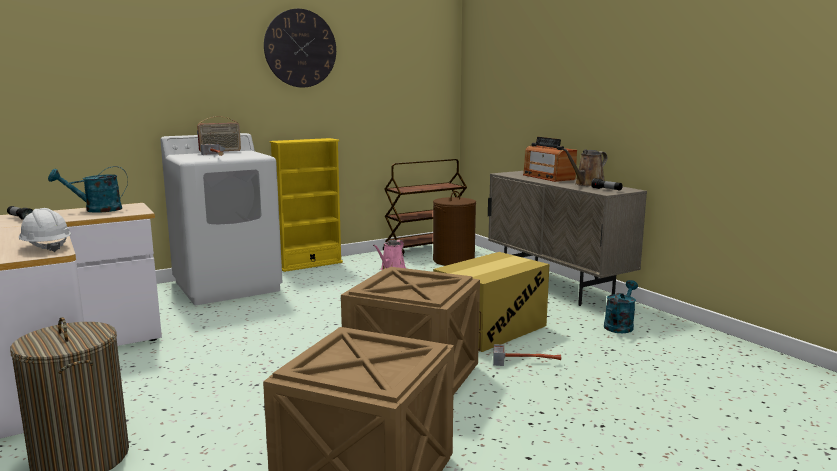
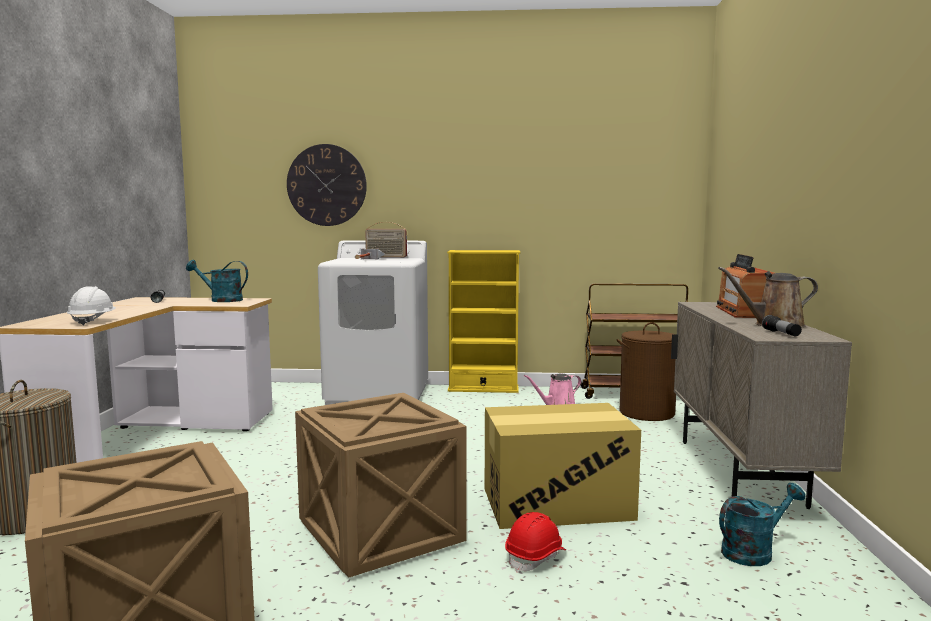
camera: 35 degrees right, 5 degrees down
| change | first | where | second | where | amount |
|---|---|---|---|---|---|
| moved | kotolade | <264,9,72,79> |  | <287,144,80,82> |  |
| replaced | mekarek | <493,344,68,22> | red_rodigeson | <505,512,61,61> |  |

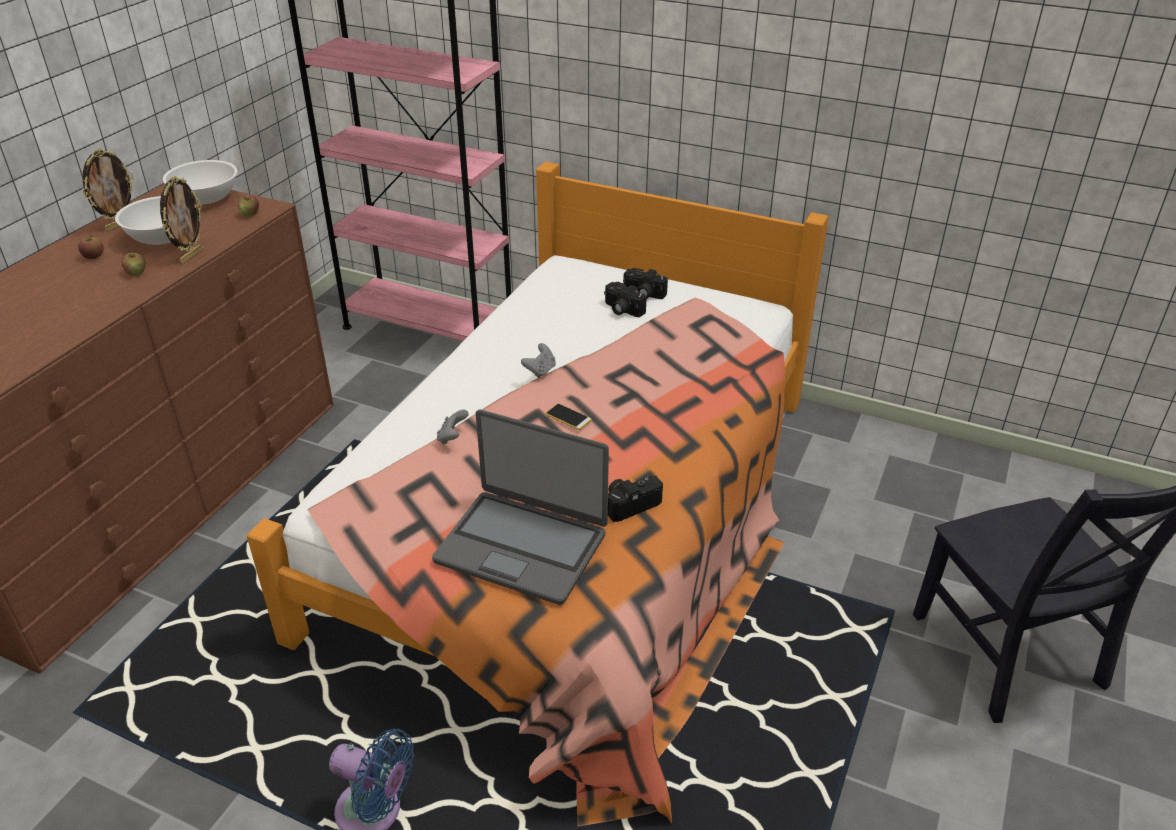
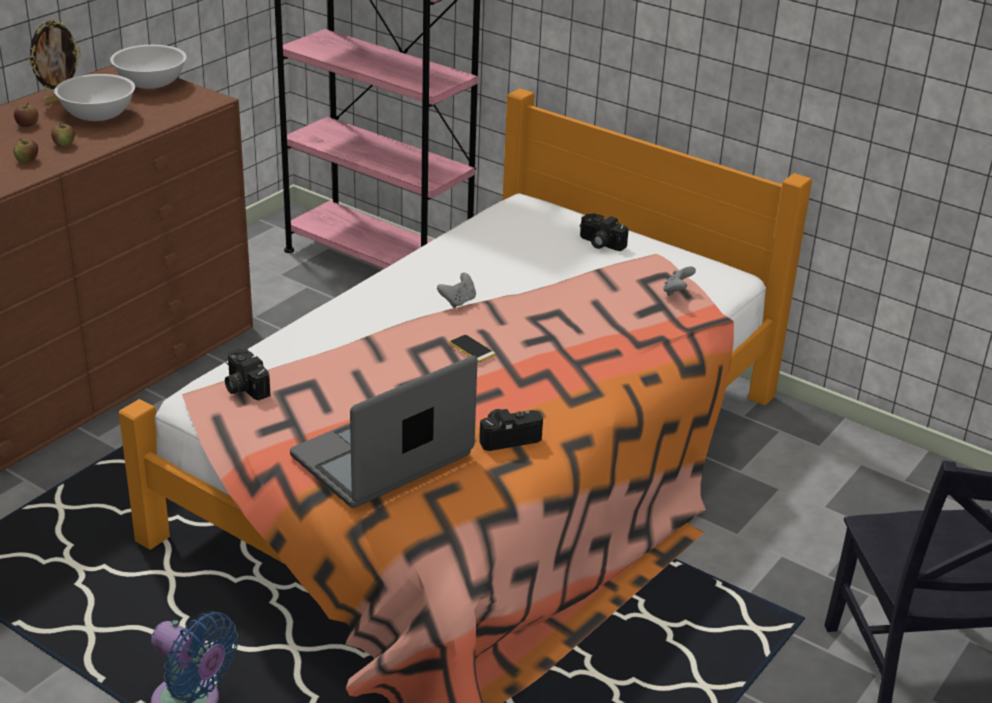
camera: 10 degrees right, 5 degrees down
| change | first | where | second | where | amount |
|---|---|---|---|---|---|
| moved | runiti | <238,195,21,22> |  | <13,139,25,24> |  |
| moved | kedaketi | <604,282,43,35> |  | <225,349,46,52> |  |
| turned | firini | <432,409,177,196> |  | <290,356,188,152> | 105 degrees clockwise |
| moved | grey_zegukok | <437,409,32,36> |  | <663,266,33,30> |  |
| removed | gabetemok | <160,176,43,88> |  |  |  |

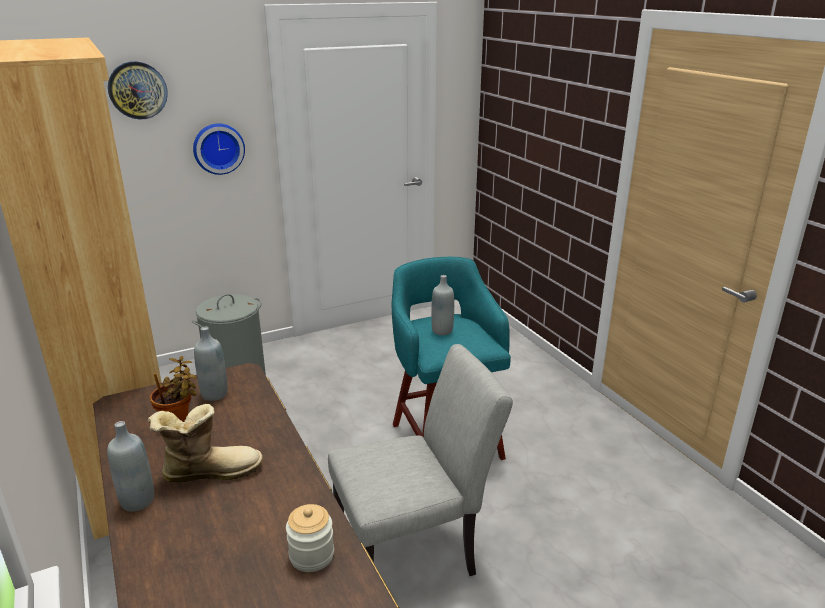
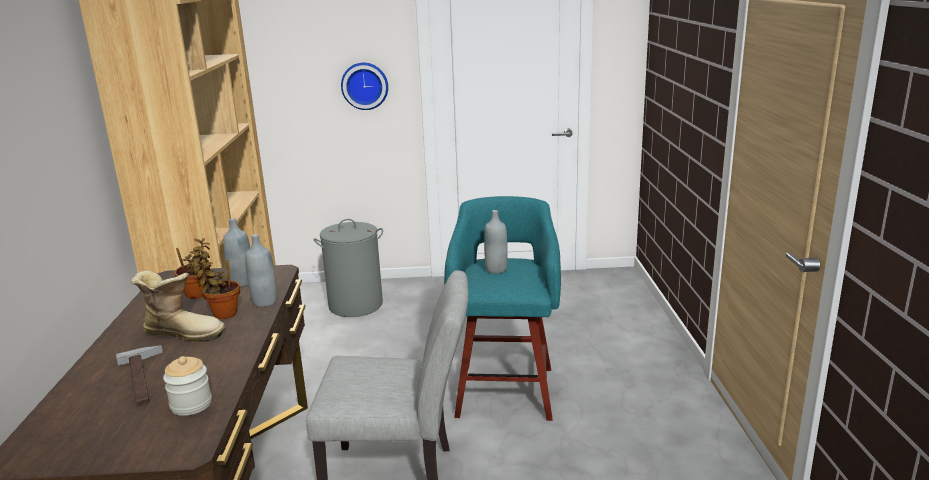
camera: 25 degrees right, 5 degrees down
| change | first | where | second | where | amount |
|---|---|---|---|---|---|
| added |  |  | mekarek | <116,345,47,60> |  |
| added |  |  | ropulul | <192,259,48,60> |  |
| moved | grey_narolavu | <107,421,47,91> |  | <245,234,32,73> |  |
| removed | kotolade | <108,61,60,59> |  |  |  |

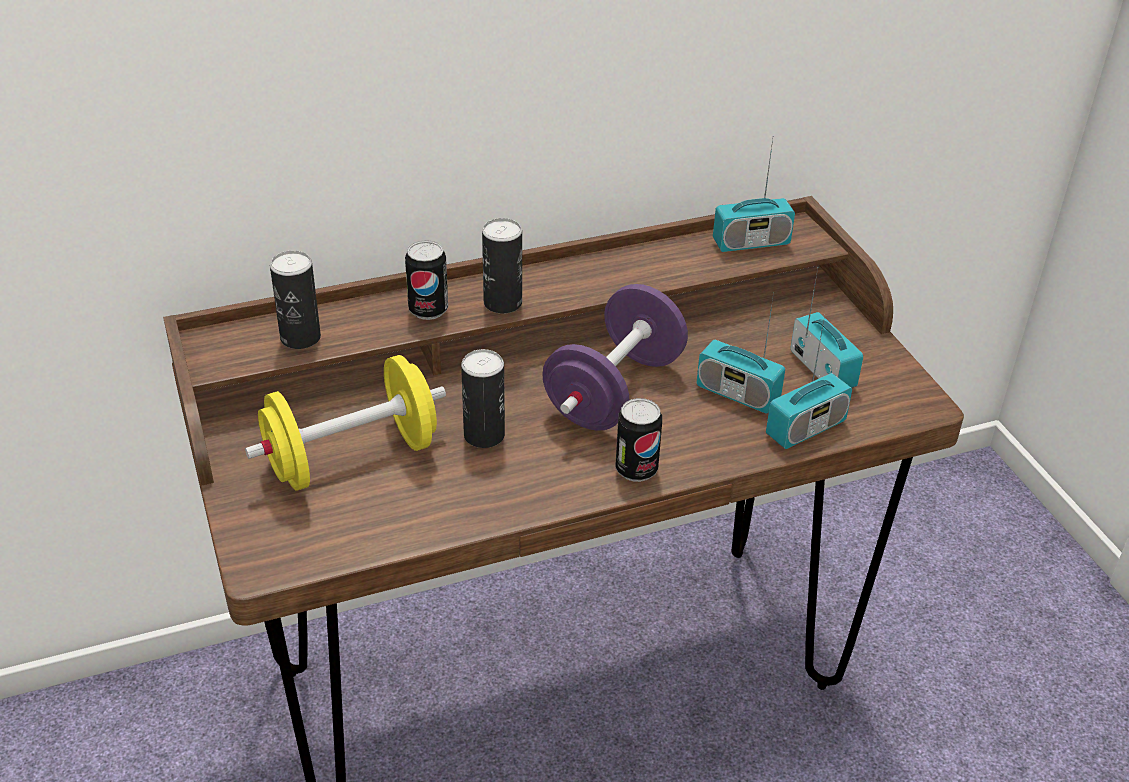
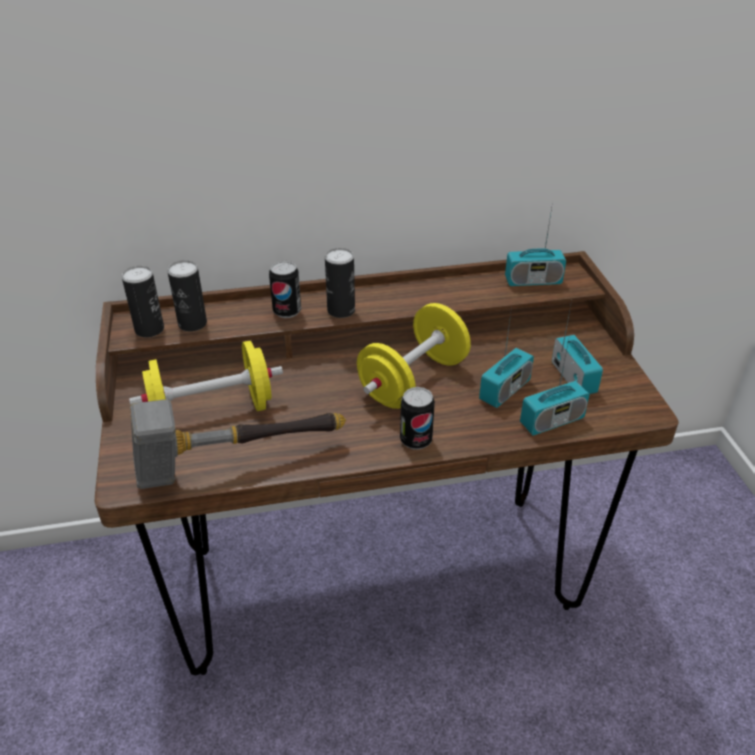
camera: 10 degrees right, 0 degrees up
| change | first | where | second | where | amount |
|---|---|---|---|---|---|
| moved | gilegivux | <461,349,44,99> |  | <122,266,42,71> |  |
| added |  |  | mekarek | <130,399,216,90> |  |
| recoloured | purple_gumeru | <542,284,146,147> | yellow_gumeru | <357,303,114,106> |  |
| turned | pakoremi | <697,293,88,120> |  | <479,306,55,102> | 90 degrees counterclockwise |

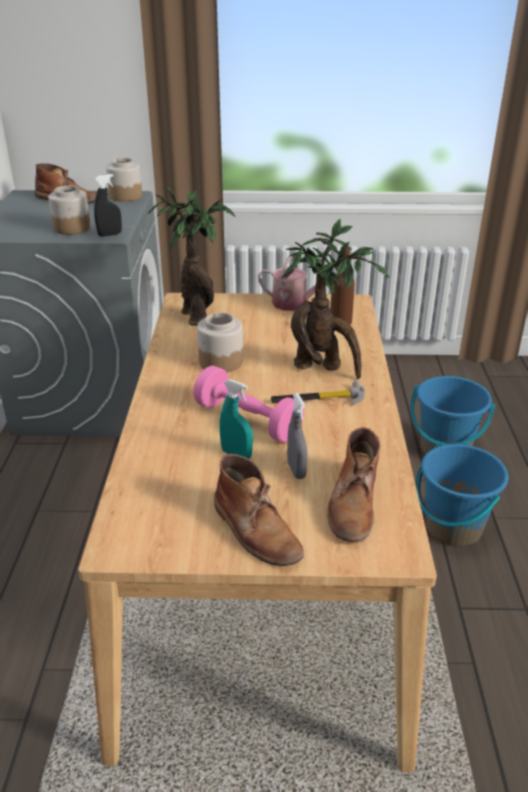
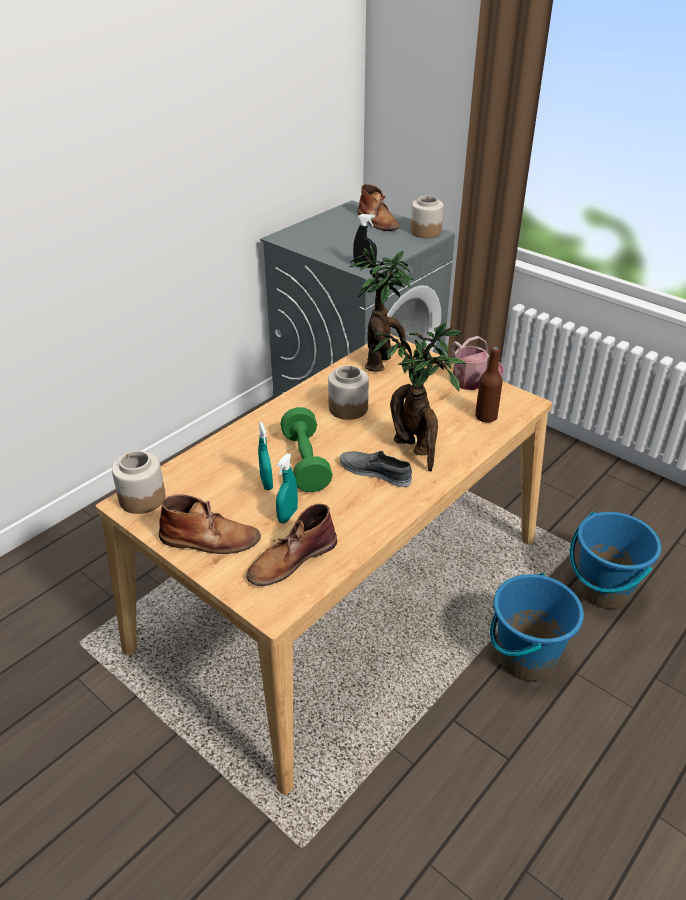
camera: 40 degrees right, 5 degrees up
| change | first | where | second | where | amount |
|---|---|---|---|---|---|
| moved | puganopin | <48,186,43,49> |  | <112,451,53,63> |  |
| turned | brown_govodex | <214,454,90,112> |  | <159,494,102,60> | 90 degrees counterclockwise |
| recoloured | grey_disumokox | <287,393,20,86> | turquoise_disumokox | <276,453,22,70> |  |
| recoloured | pink_gumeru | <193,366,111,77> | green_gumeru | <280,407,53,85> |  |
| replaced | mekarek | <271,381,94,25> | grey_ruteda | <340,451,72,36> |  |

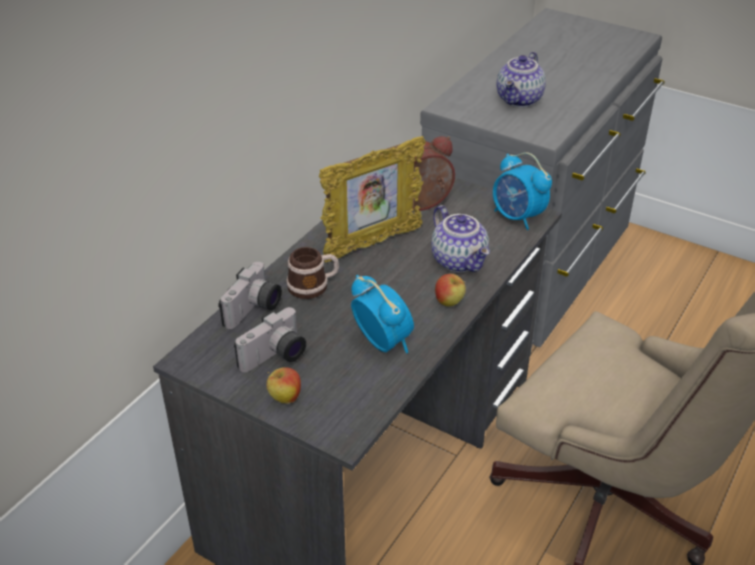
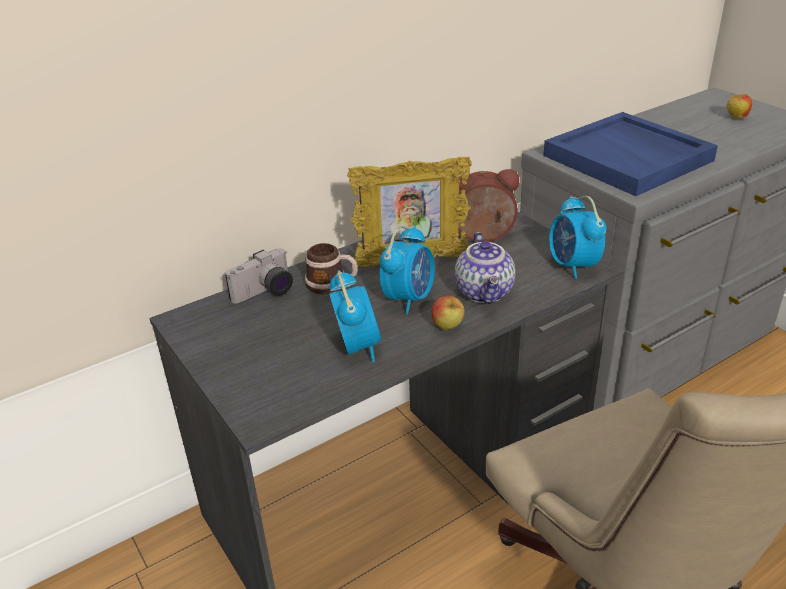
camera: 25 degrees right, 5 degrees down
| change | first | where | second | where | amount |
|---|---|---|---|---|---|
| added |  |  | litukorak | <380,225,55,89> |  |
| replaced | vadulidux | <497,52,49,55> | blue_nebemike | <543,112,175,84> |  |
| moved | runiti | <266,367,35,37> |  | <727,94,25,25> |  |
| removed | kedaketi | <234,307,72,65> |  |  |  |

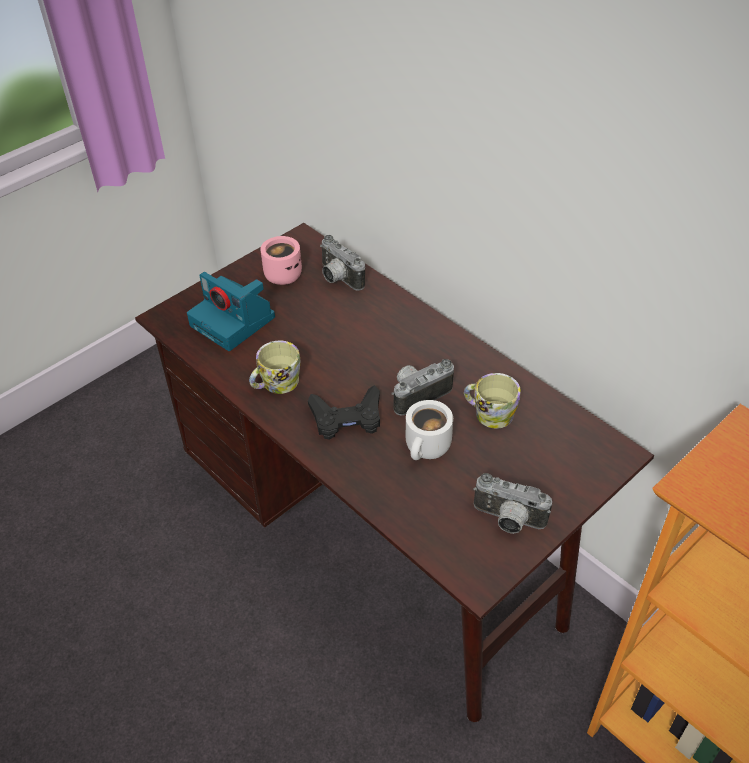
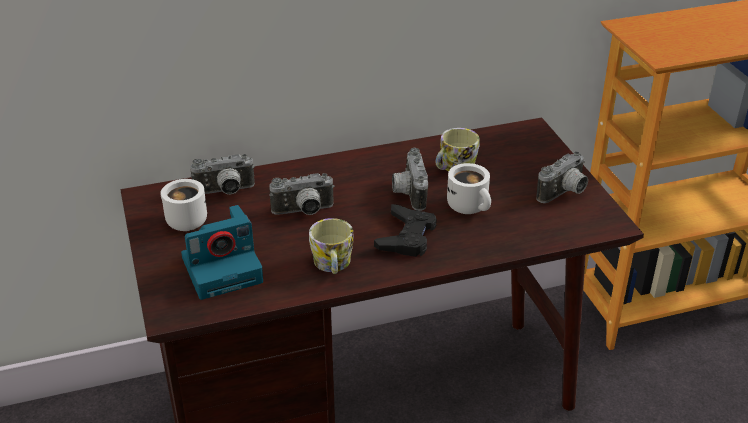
camera: 65 degrees left, 10 degrees down
| change | first | where | second | where | amount |
|---|---|---|---|---|---|
| recoloured | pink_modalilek | <260,236,42,49> | white_modalilek | <160,179,47,52> |  |
| added |  |  | kedaketi | <269,173,66,42> |  |

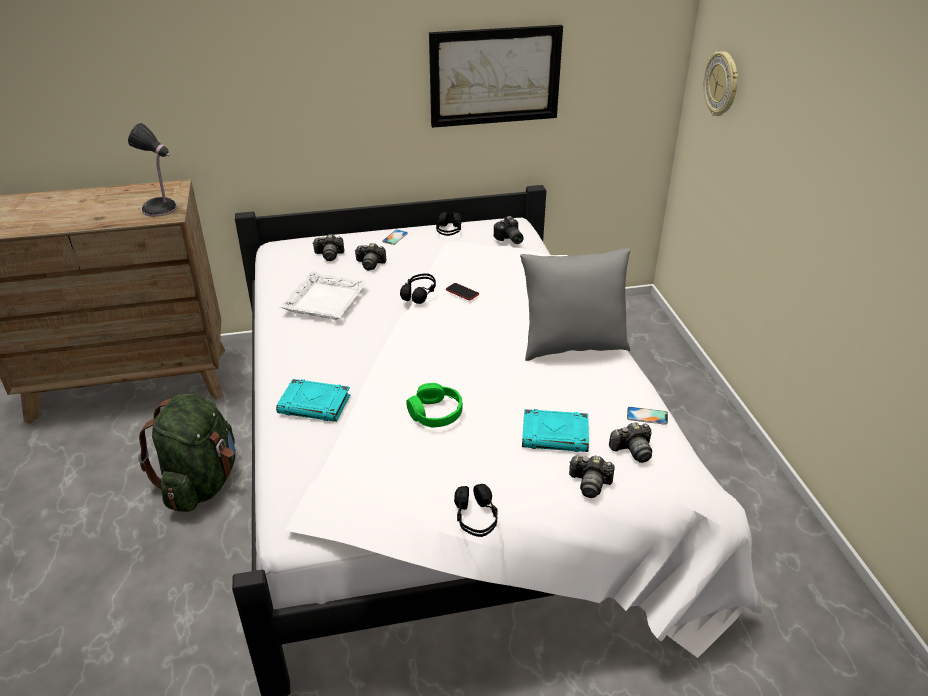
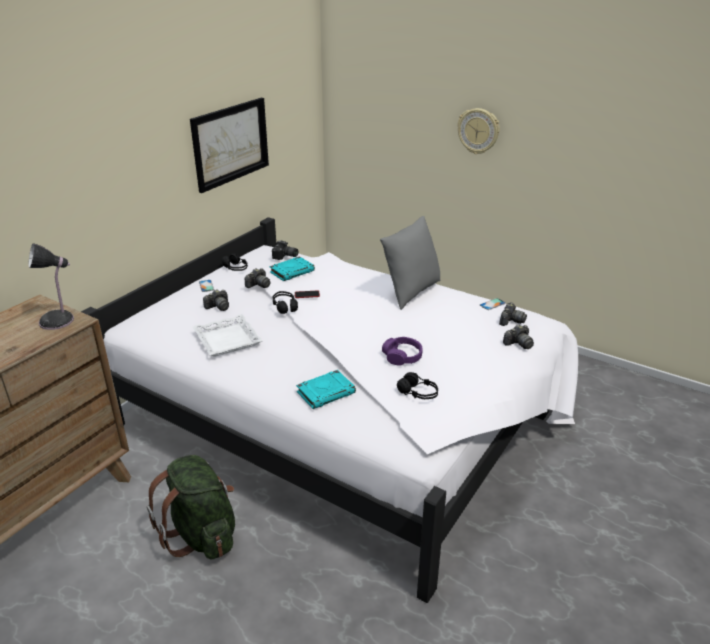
camera: 45 degrees left, 5 degrees down
| change | first | where | second | where | amount |
|---|---|---|---|---|---|
| moved | kedaketi | <313,234,31,27> |  | <245,268,26,20> |  |
| moved | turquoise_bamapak | <522,409,67,43> |  | <269,256,46,25> |  |
| recoloured | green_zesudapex | <406,383,57,44> | purple_zesudapex | <382,337,41,29> |  |
| moved | black_zesudapex | <454,484,44,53> |  | <397,372,41,27> |  |
| moved | kotolade | <704,51,34,65> |  | <457,108,43,46> |  |

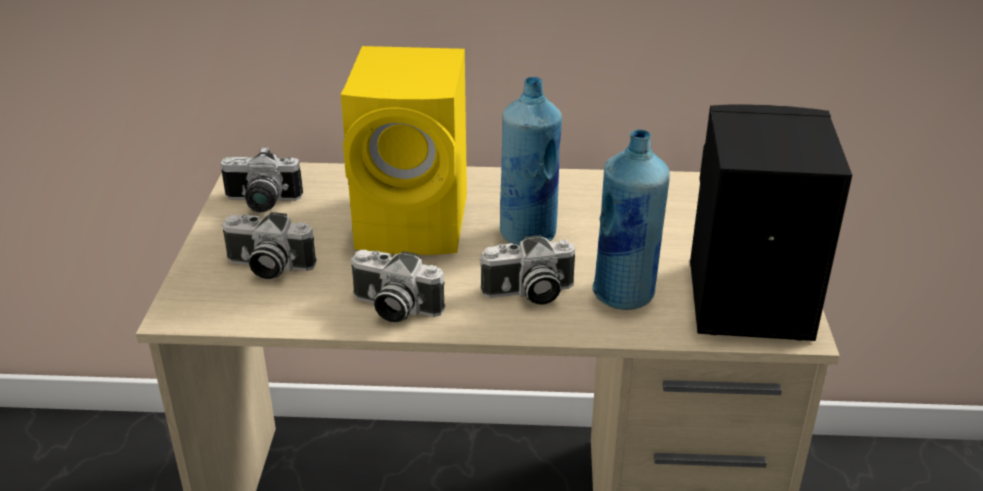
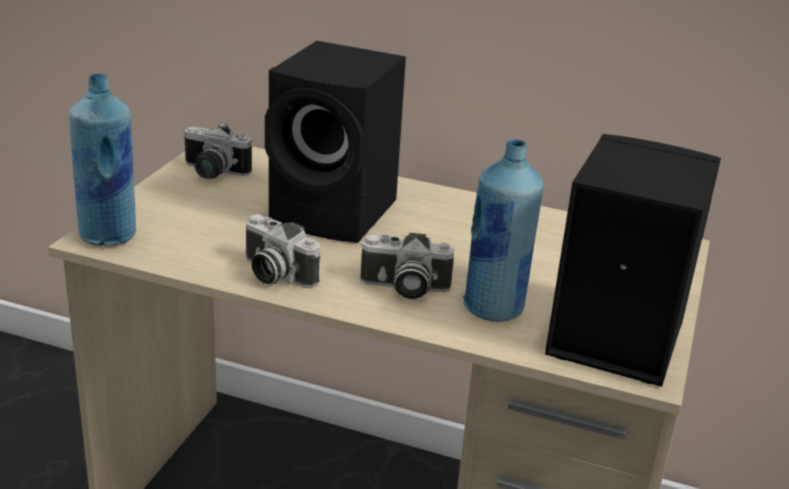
camera: 15 degrees right, 5 degrees down
| change | first | where | second | where | amount |
|---|---|---|---|---|---|
| moved | blue_narolavu | <500,77,62,169> |  | <69,74,67,172> |  |
| recoloured | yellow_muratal | <341,46,126,209> | black_muratal | <265,41,141,202> |  |
| removed | kedaketi | <221,212,96,67> |  |  |  |

